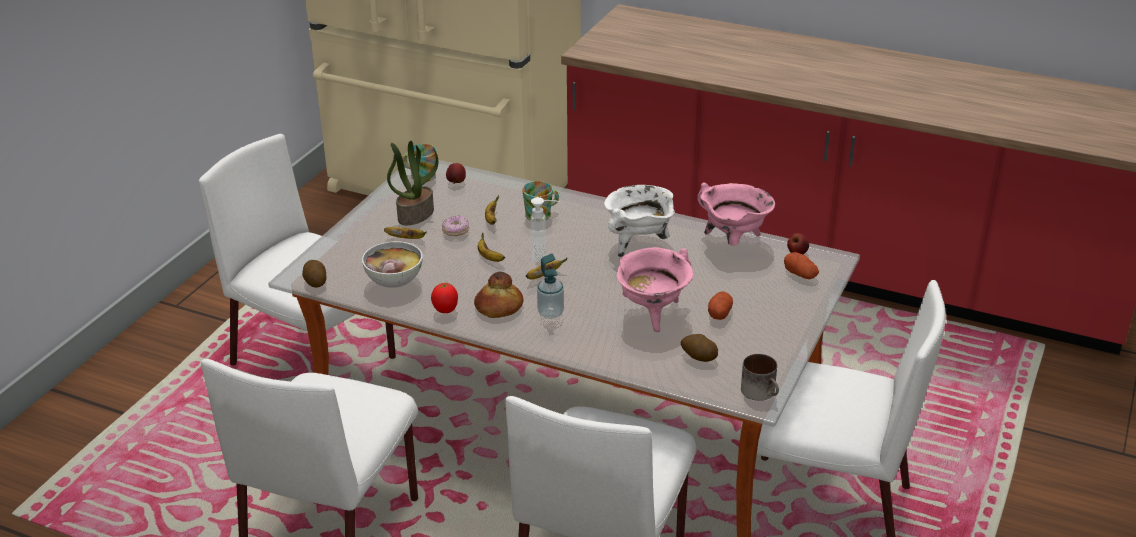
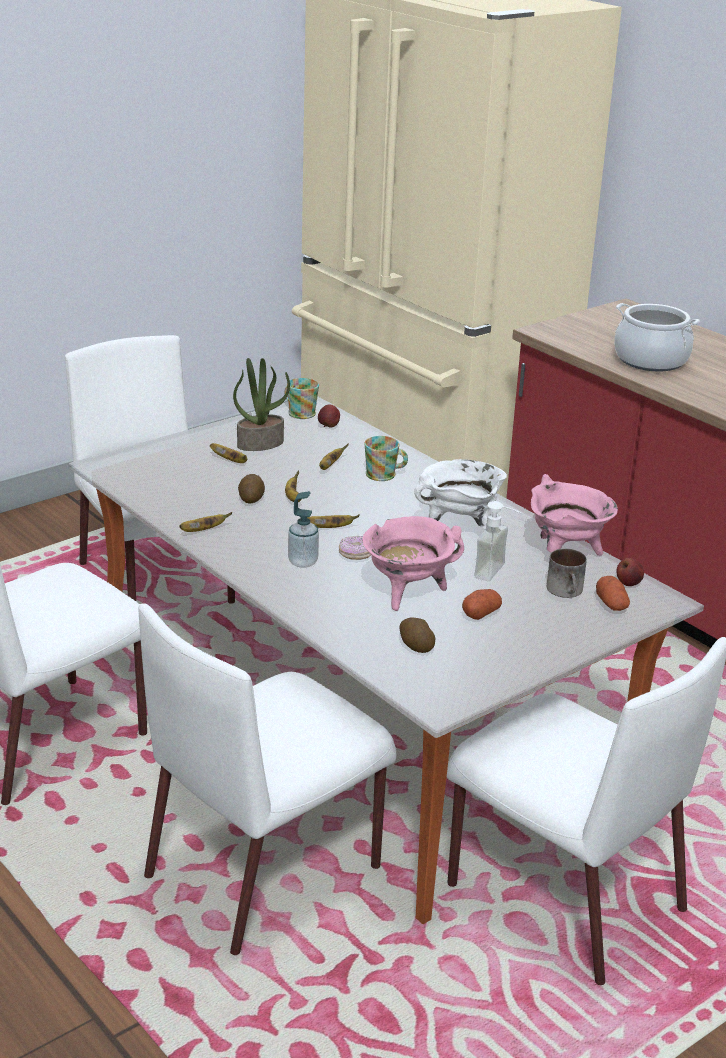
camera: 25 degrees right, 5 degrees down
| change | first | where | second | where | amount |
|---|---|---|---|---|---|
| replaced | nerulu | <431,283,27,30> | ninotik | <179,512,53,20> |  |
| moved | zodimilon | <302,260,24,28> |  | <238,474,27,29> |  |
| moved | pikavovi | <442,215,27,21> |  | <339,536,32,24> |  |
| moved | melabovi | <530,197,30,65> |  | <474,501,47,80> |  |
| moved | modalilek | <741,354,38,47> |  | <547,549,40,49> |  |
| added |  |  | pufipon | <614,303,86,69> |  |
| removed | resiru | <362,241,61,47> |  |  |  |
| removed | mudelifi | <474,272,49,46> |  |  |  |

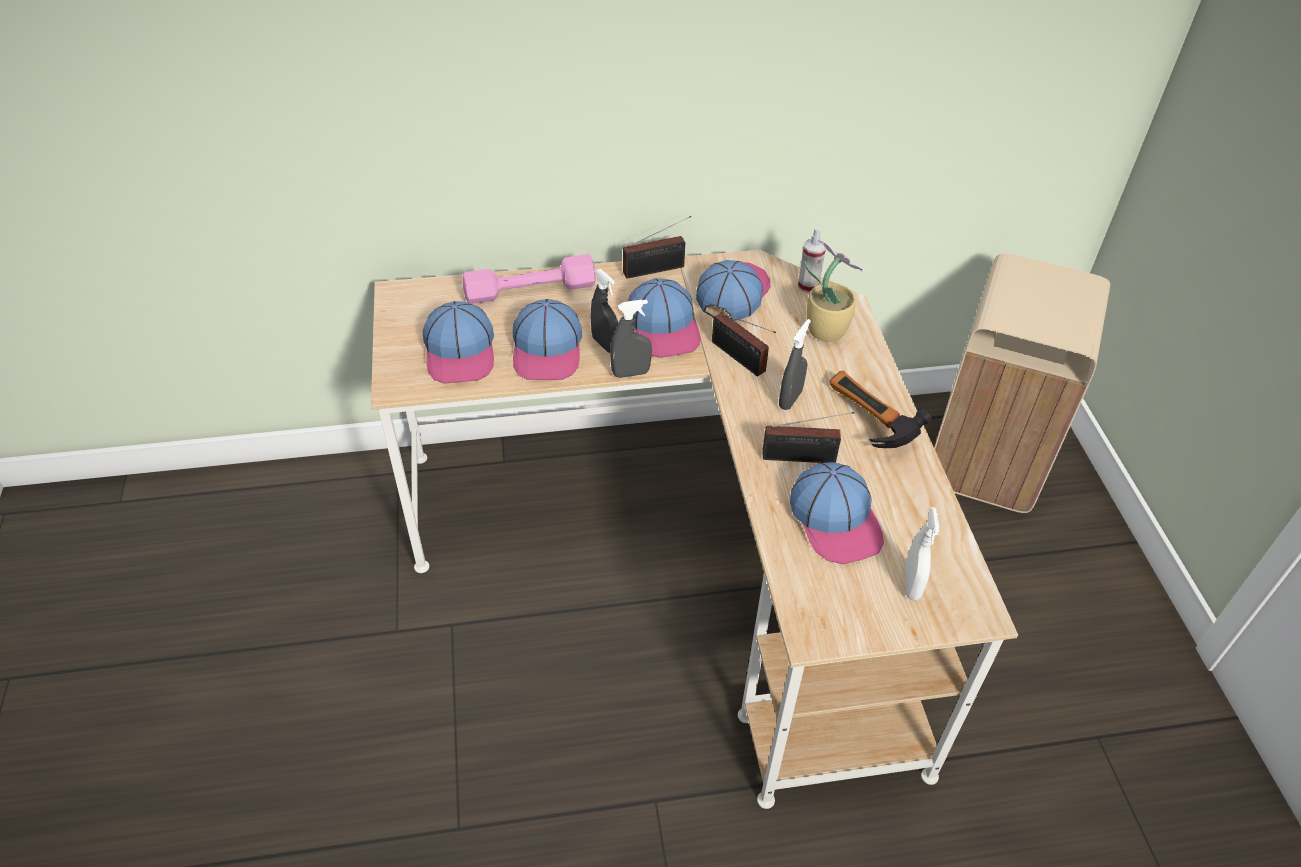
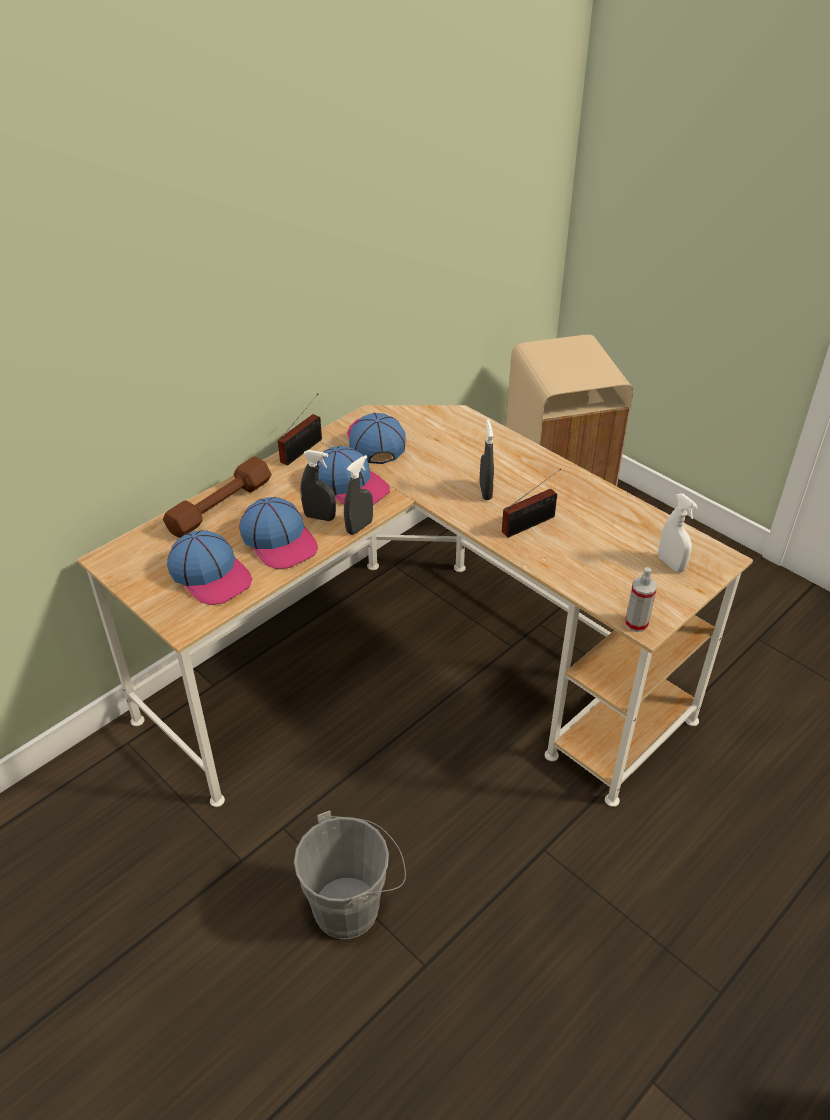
camera: 35 degrees left, 5 degrees down
| change | first | where | second | where | amount |
|---|---|---|---|---|---|
| recoloured | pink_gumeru | <463,254,133,50> | brown_gumeru | <163,456,109,82> |  |
| added |  |  | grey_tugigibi | <294,811,112,128> |  |
| moved | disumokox | <798,227,28,66> |  | <625,567,32,65> |  |
| removed | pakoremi | <712,312,64,64> |  |  |  |
| removed | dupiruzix | <790,462,94,102> |  |  |  |
| removed | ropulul | <805,240,62,102> |  |  |  |
| removed | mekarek | <830,371,103,77> |  |  |  |

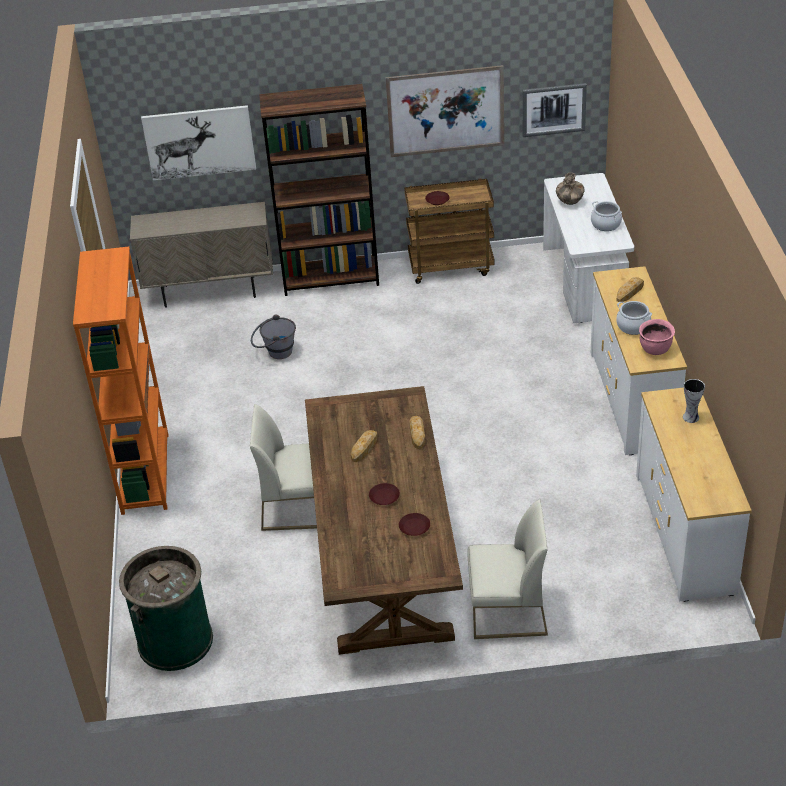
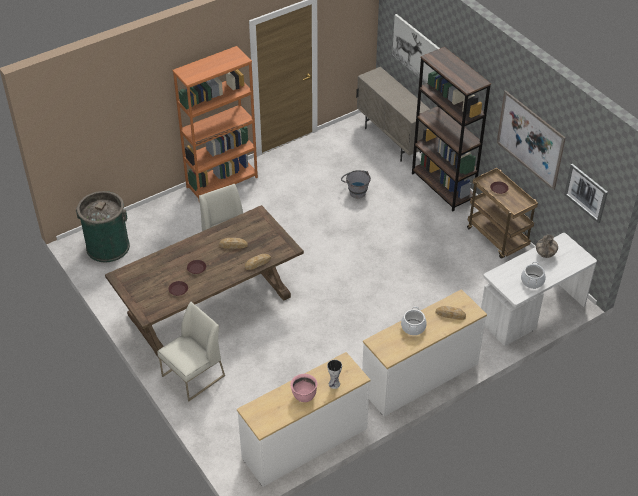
camera: 60 degrees right, 5 degrees up
| change | first | where | second | where | amount |
|---|---|---|---|---|---|
| turned | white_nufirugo | <467,499,81,140> |  | <158,302,67,99> | 105 degrees counterclockwise |
| moved | pink_pufipon | <639,319,36,36> |  | <291,374,26,28> |  |

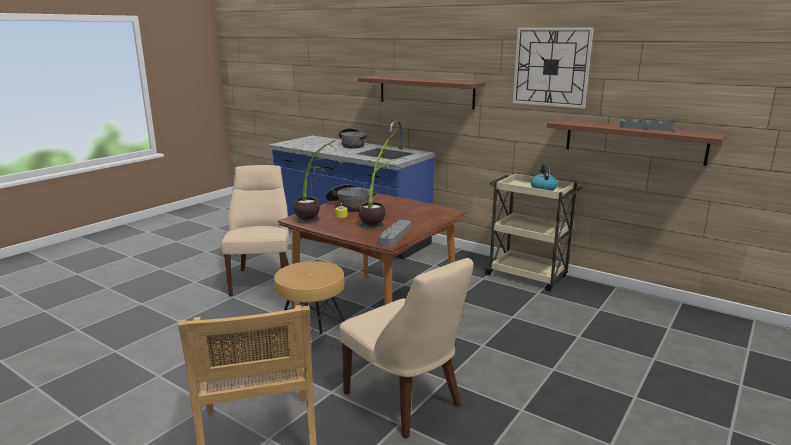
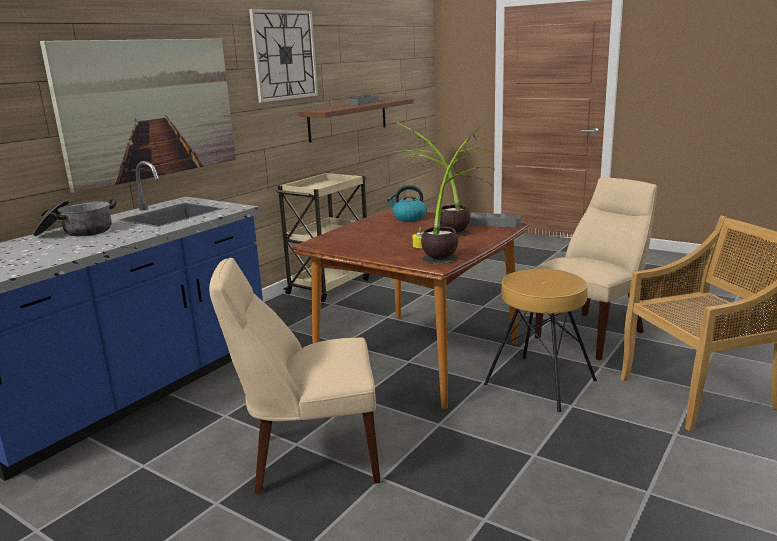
camera: 90 degrees left, 0 degrees up
| change | first | where | second | where | amount |
|---|---|---|---|---|---|
| replaced | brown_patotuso | <358,76,127,34> | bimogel | <40,39,196,154> |  |
| moved | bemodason | <531,165,27,26> |  | <387,185,40,36> |  |
| removed | pufipon | <325,184,52,28> |  |  |  |

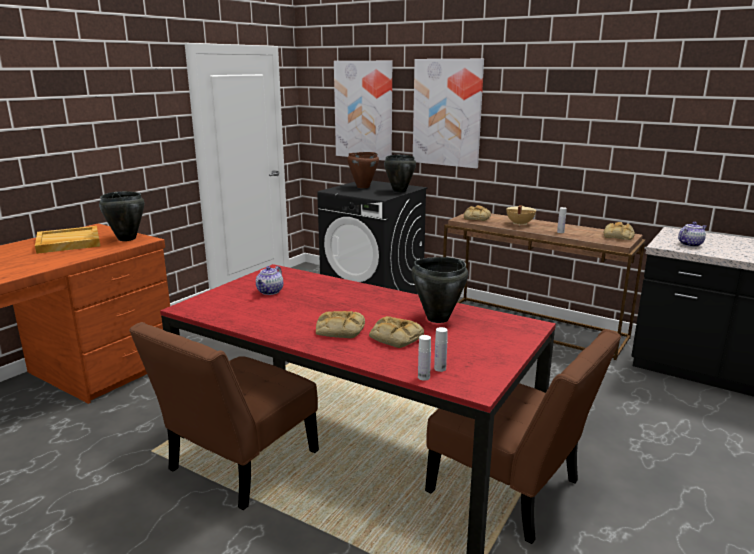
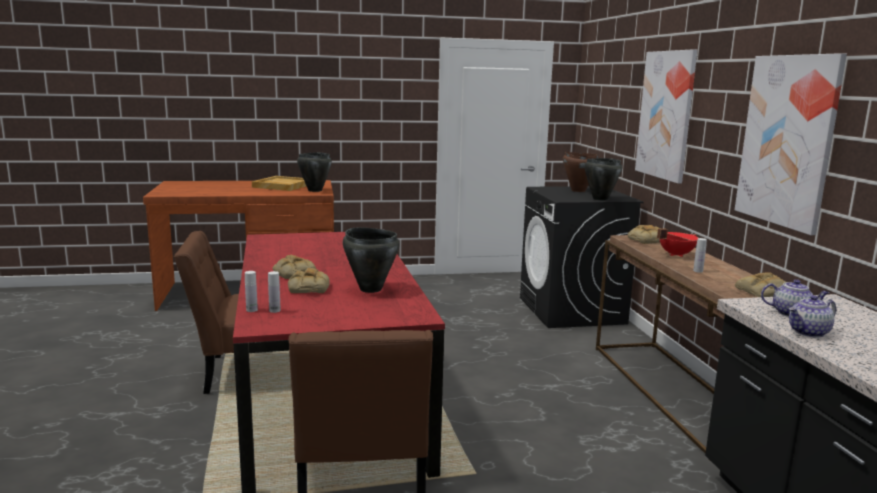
camera: 45 degrees right, 5 degrees down
| change | first | where | second | where | amount |
|---|---|---|---|---|---|
| recoloured | beige_pufipon | <506,205,30,21> | red_pufipon | <657,228,41,29> |  |
| moved | bimogel | <334,61,58,100> |  | <735,53,112,182> |  |
| moved | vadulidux | <256,266,27,29> |  | <789,295,47,43> |  |

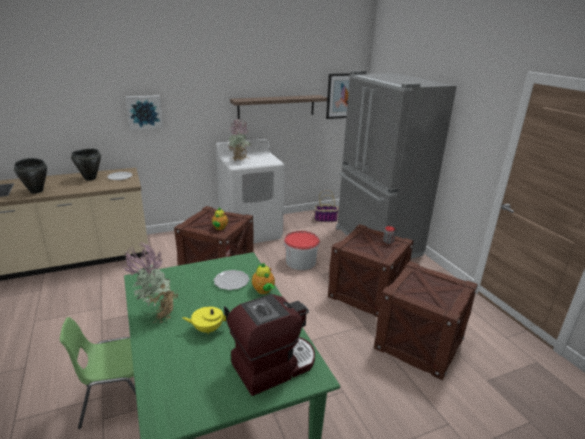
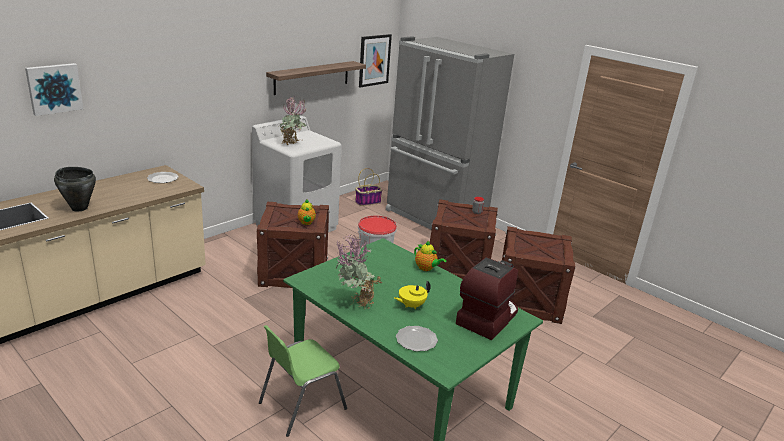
camera: 25 degrees left, 0 degrees up
| change | first | where | second | where | amount |
|---|---|---|---|---|---|
| moved | bimogel | <126,95,37,35> |  | <25,63,58,53> |  |
| moved | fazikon | <214,270,35,20> |  | <396,326,42,25> |  |
| removed | black_pufipon | <71,149,30,32> |  |  |  |

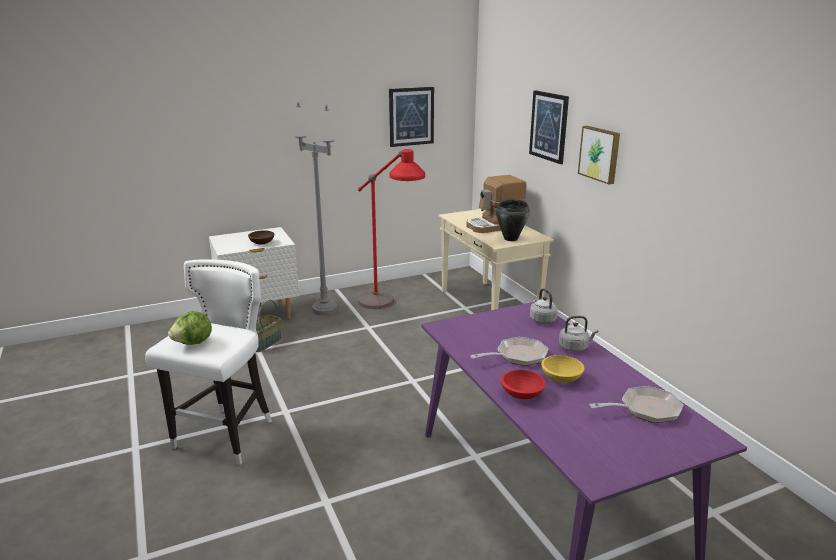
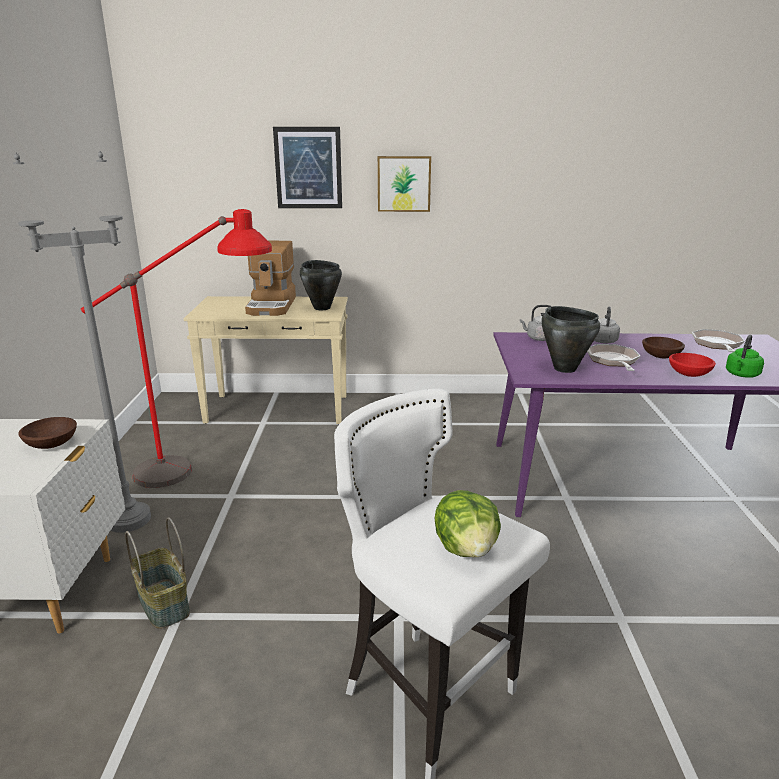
camera: 65 degrees left, 0 degrees up
| change | first | where | second | where | amount |
|---|---|---|---|---|---|
| added |  |  | black_pufipon | <541,306,59,67> |  |
| recoloured | yellow_resiru | <541,355,43,28> | brown_resiru | <642,337,43,21> |  |
| added |  |  | green_bemodason | <726,335,38,43> |  |
| removed | bimogel | <389,87,45,60> |  |  |  |

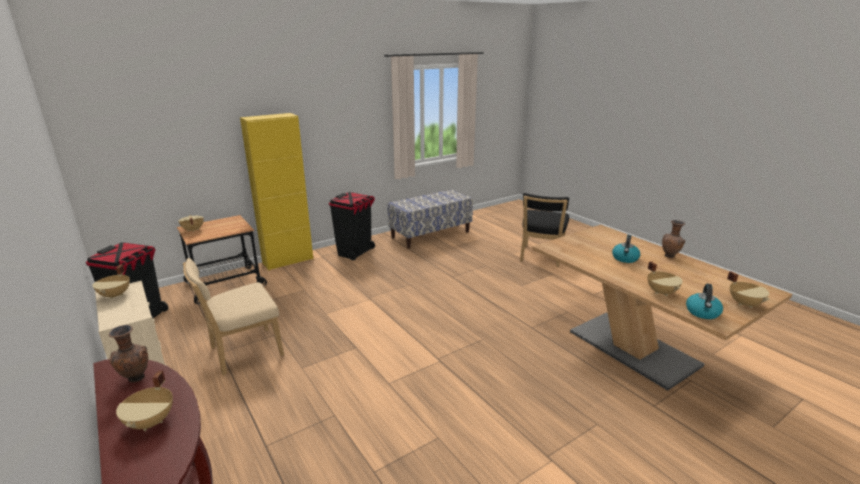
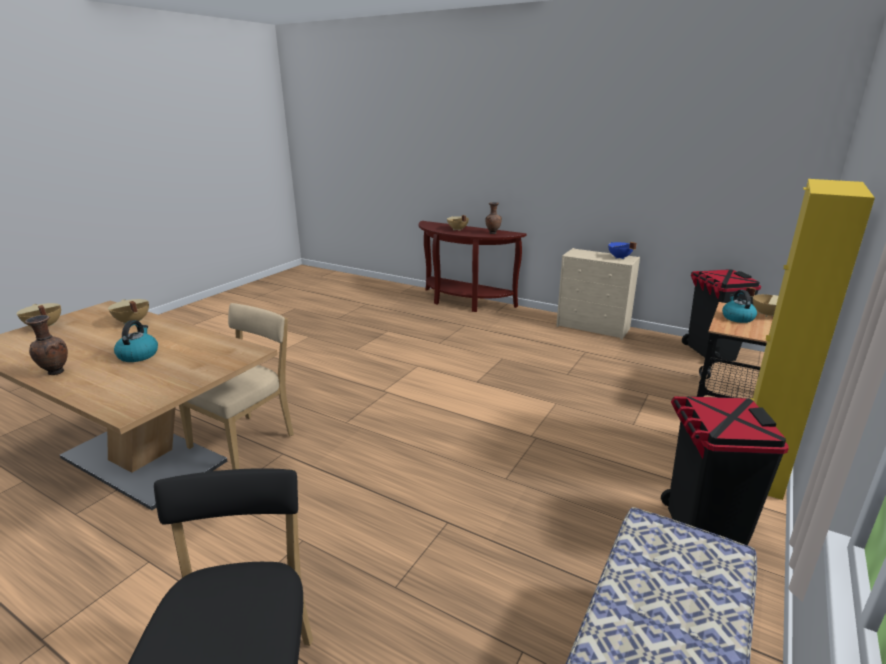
camera: 155 degrees right, 0 degrees up
| change | first | where | second | where | amount |
|---|---|---|---|---|---|
| moved | beige_nufirugo | <183,258,101,117> |  | <179,303,115,166> |  |
| recoloured | beige_pufipon | <93,265,37,34> | blue_pufipon | <608,242,29,17> |  |
| moved | bemodason | <686,284,37,35> |  | <722,290,35,33> |  |

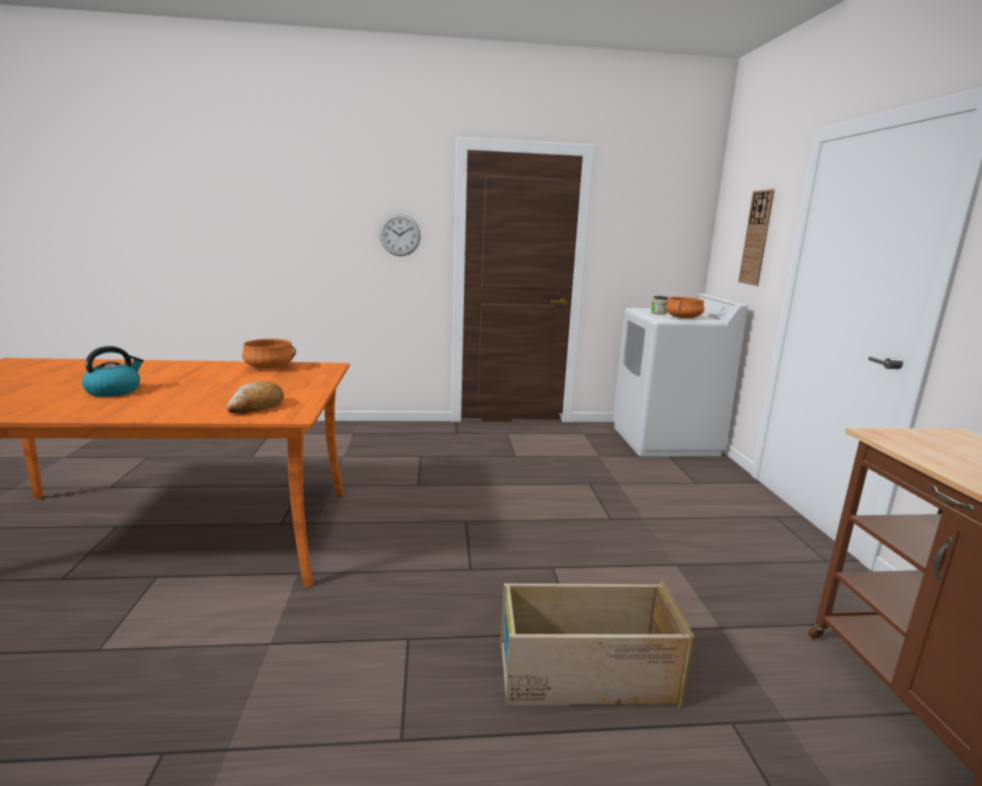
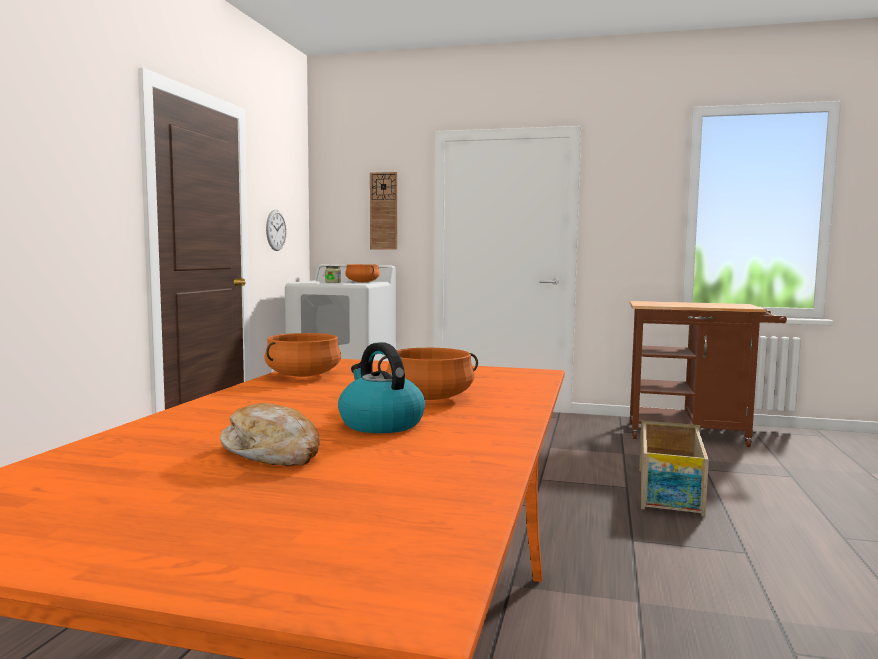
camera: 70 degrees left, 10 degrees down
| change | first | where | second | where | amount |
|---|---|---|---|---|---|
| moved | mudelifi | <227,381,57,32> |  | <220,403,100,63> |  |
| moved | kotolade | <379,214,42,42> |  | <266,210,21,41> |  |
| added |  |  | orange_pufipon | <378,348,100,52> |  |

